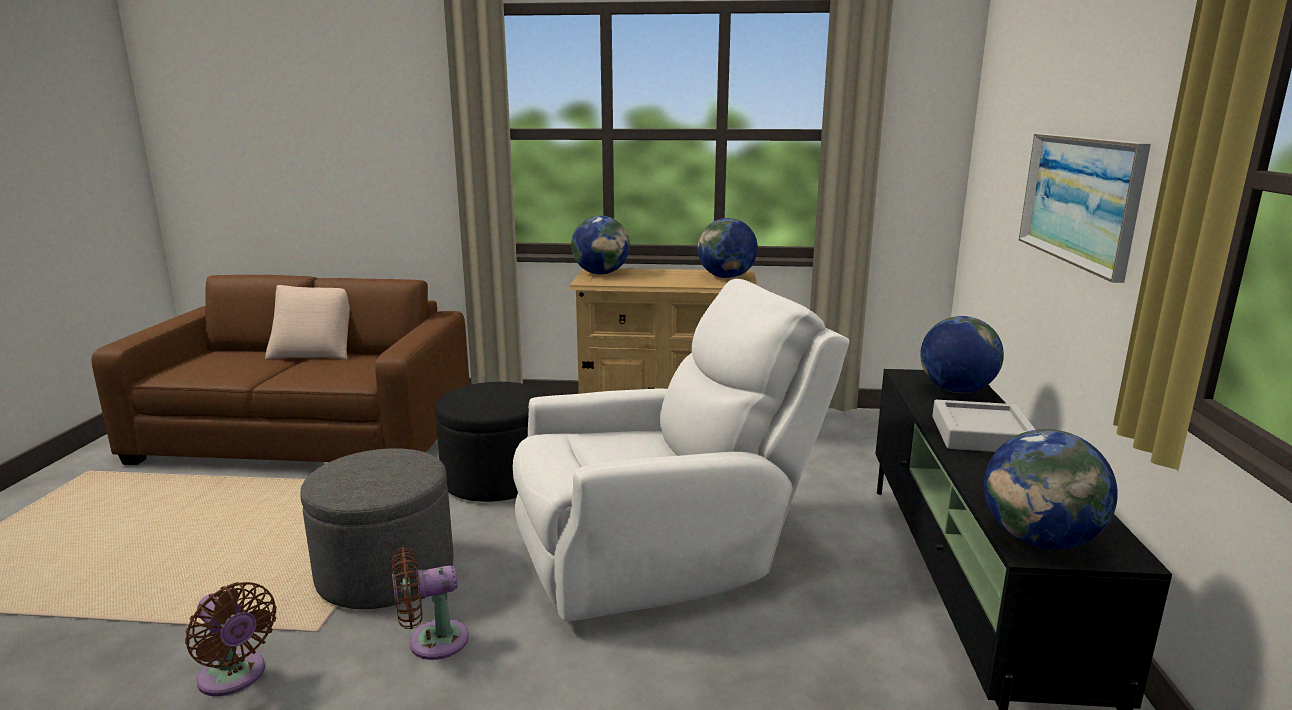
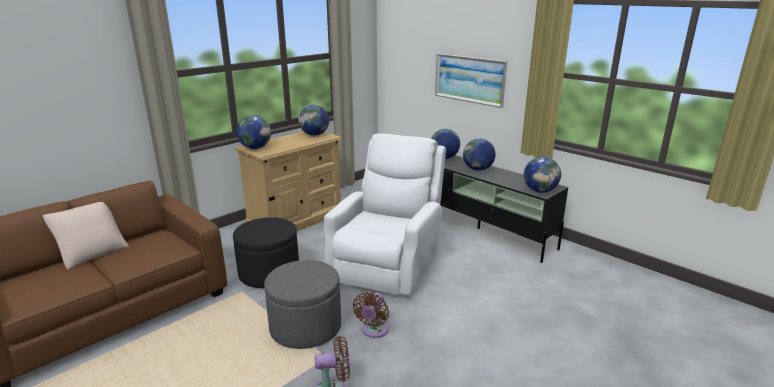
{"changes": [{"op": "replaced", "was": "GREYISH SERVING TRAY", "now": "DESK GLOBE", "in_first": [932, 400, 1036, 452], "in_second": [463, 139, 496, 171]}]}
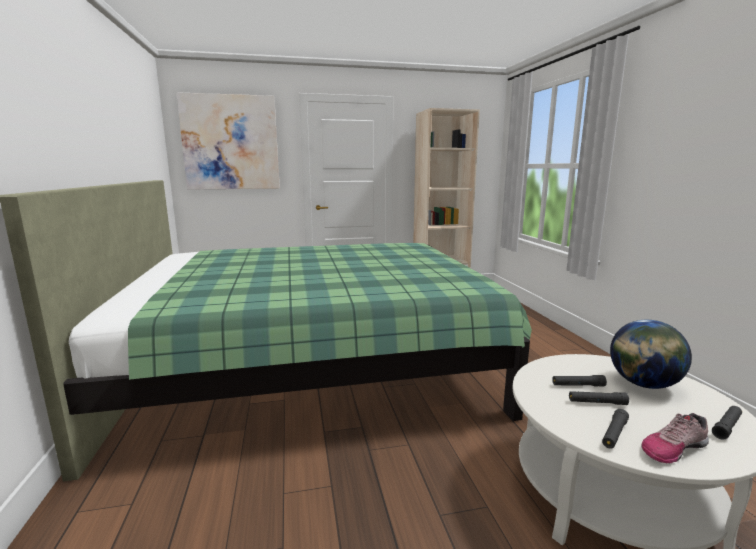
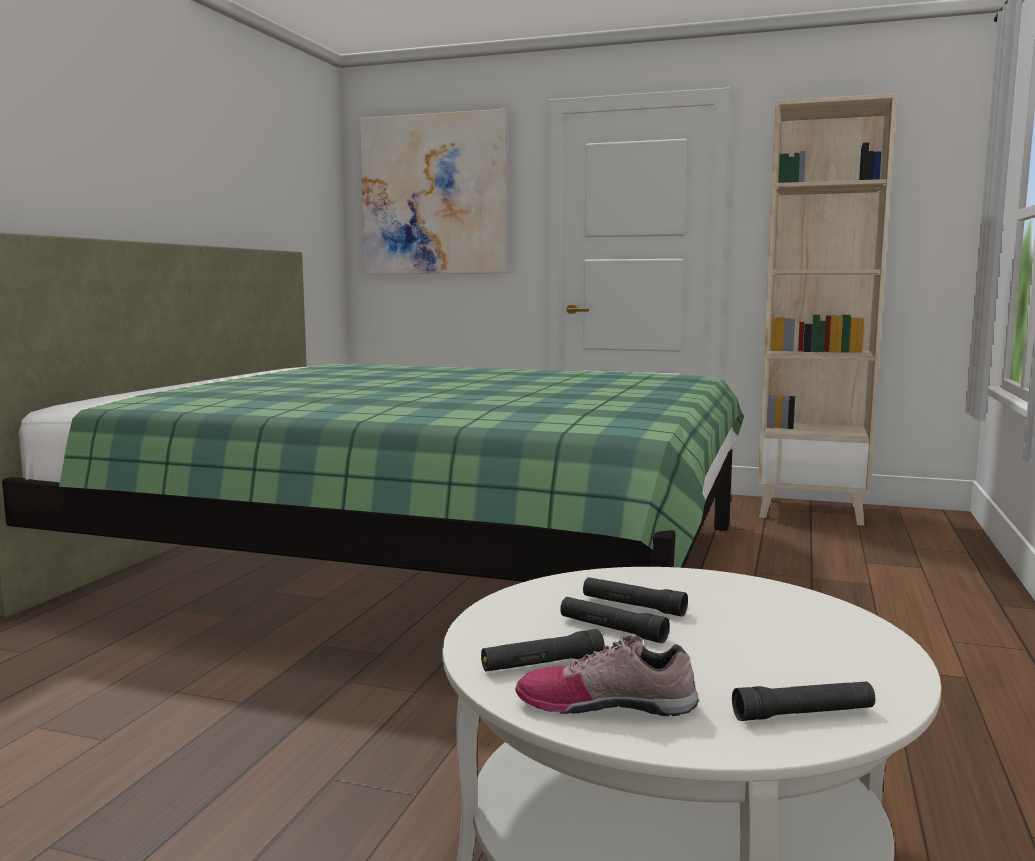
{"changes": [{"op": "removed", "was": "DESK GLOBE", "in_first": [610, 320, 692, 389]}]}
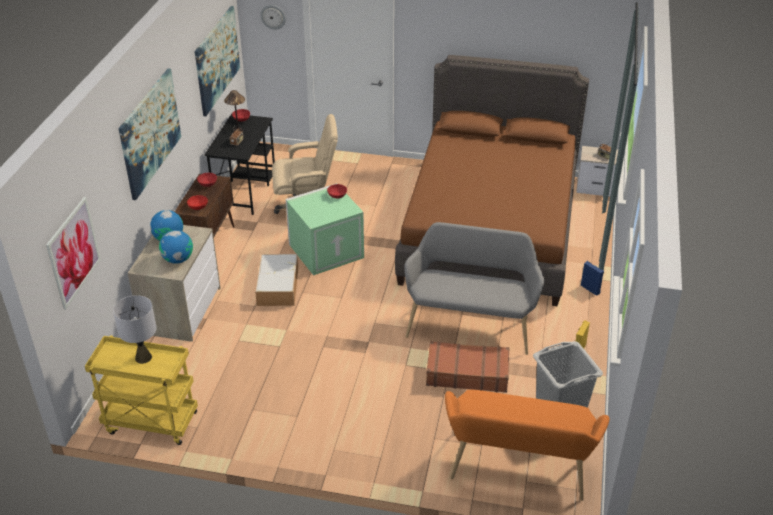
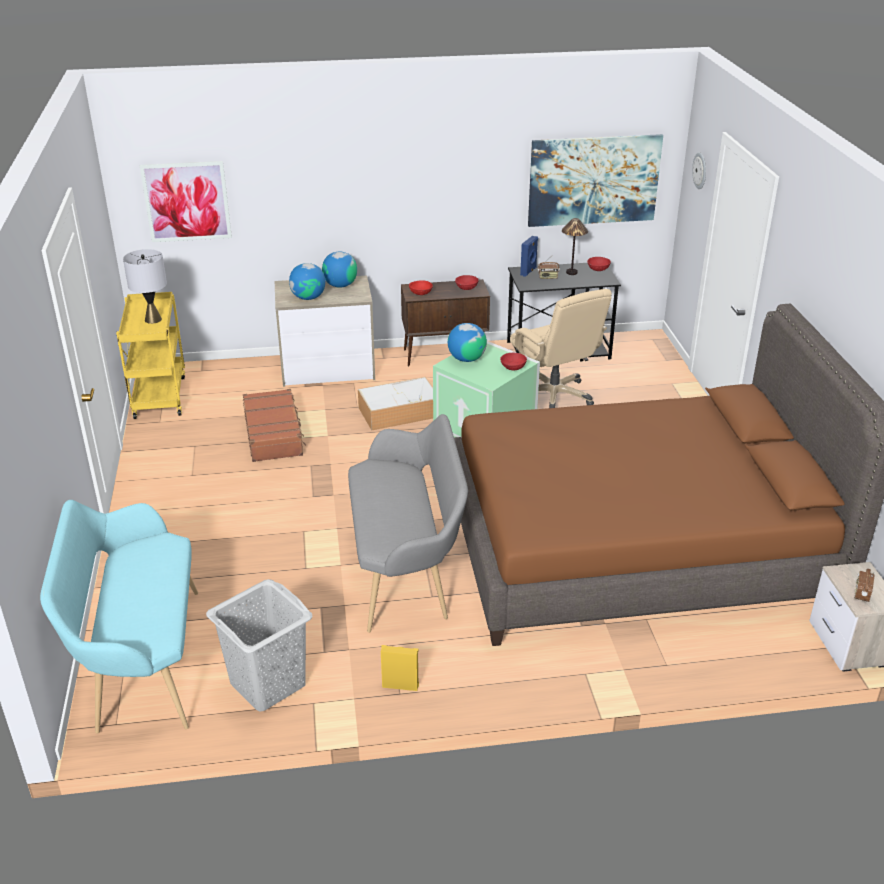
{"changes": [{"op": "removed", "was": "PICTURE", "in_first": [118, 69, 181, 200]}, {"op": "moved", "was": "BROWN SUITCASE", "in_first": [426, 341, 510, 393], "in_second": [243, 389, 306, 462]}, {"op": "recoloured", "was": "ORANGE LONG SEAT", "now": "BLUE-GREEN LONG SEAT", "in_first": [445, 390, 610, 501], "in_second": [40, 500, 198, 734]}, {"op": "moved", "was": "BLUE LOUDSPEAKER", "in_first": [581, 261, 604, 296], "in_second": [520, 236, 538, 277]}, {"op": "added", "now": "DESK GLOBE", "in_second": [448, 323, 487, 362]}]}
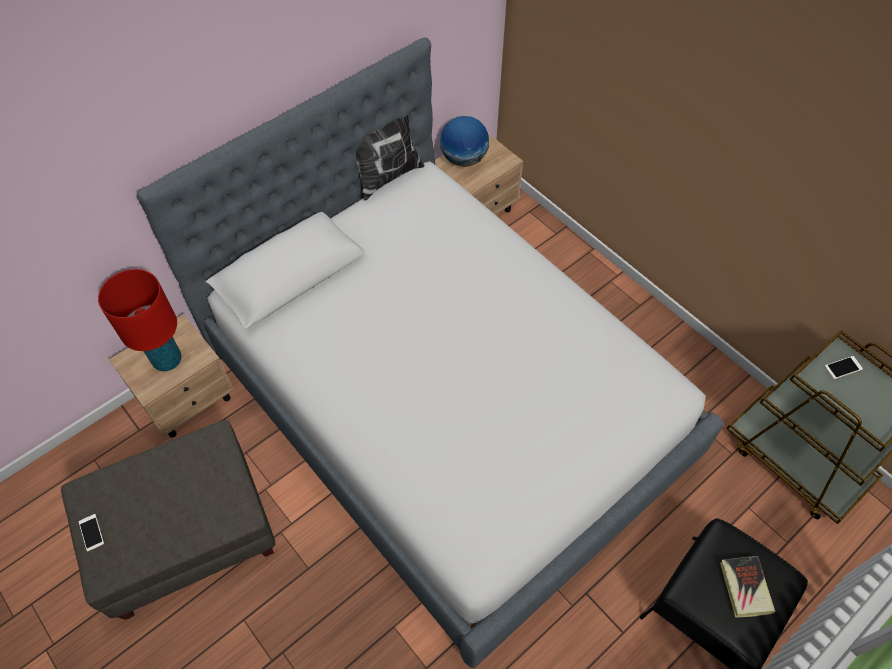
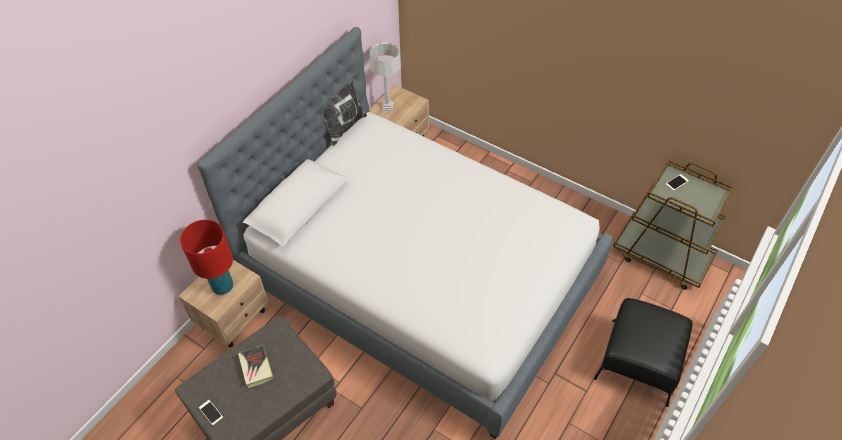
{"changes": [{"op": "replaced", "was": "DESK GLOBE", "now": "GREYISH LAMP FOR A TABLE", "in_first": [440, 116, 489, 167], "in_second": [369, 43, 401, 112]}, {"op": "moved", "was": "VOLUME", "in_first": [720, 556, 775, 618], "in_second": [238, 345, 274, 388]}]}
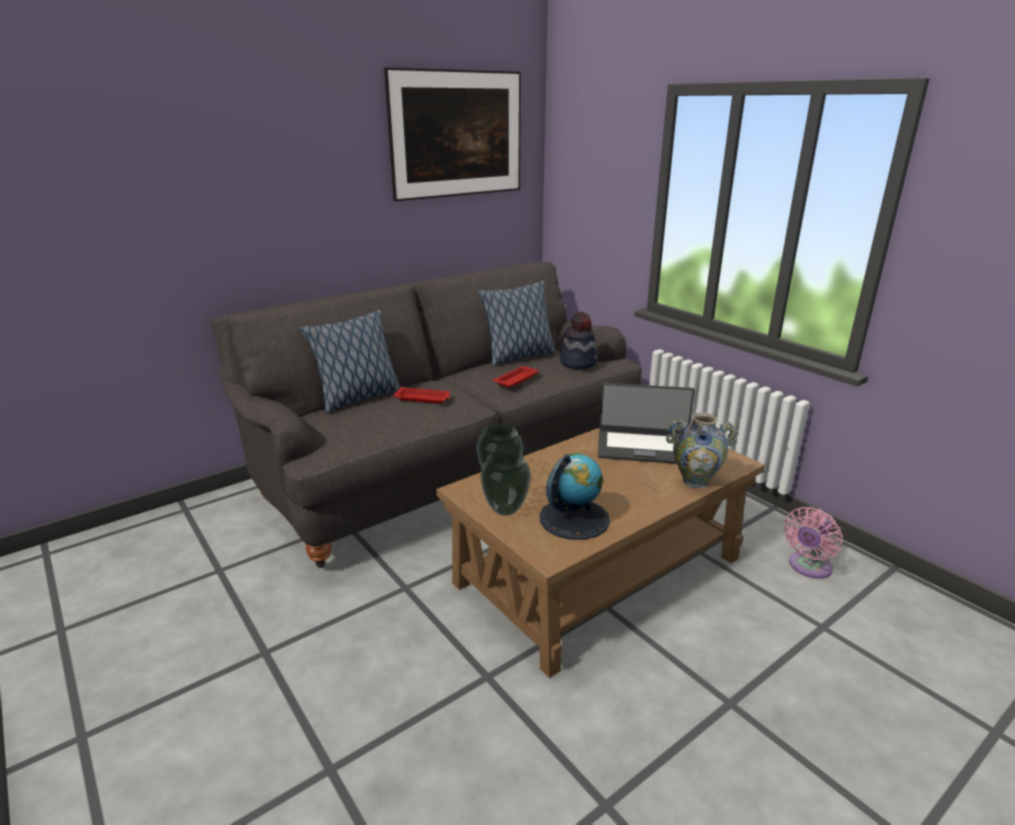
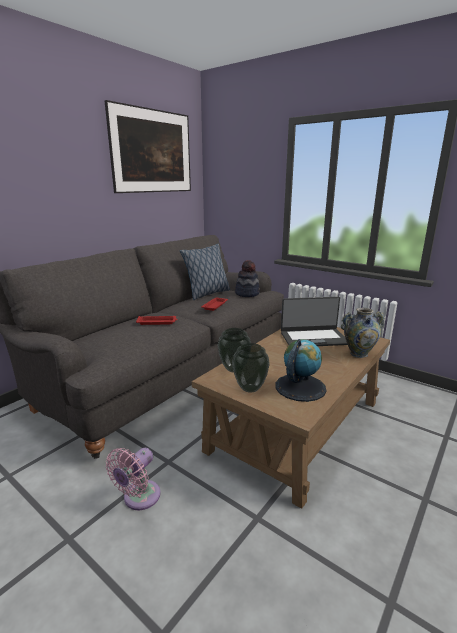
{"changes": [{"op": "removed", "was": "PILLOW", "in_first": [300, 310, 400, 414]}, {"op": "moved", "was": "PINKISH ELECTRIC FAN", "in_first": [784, 507, 843, 579], "in_second": [106, 448, 161, 510]}]}
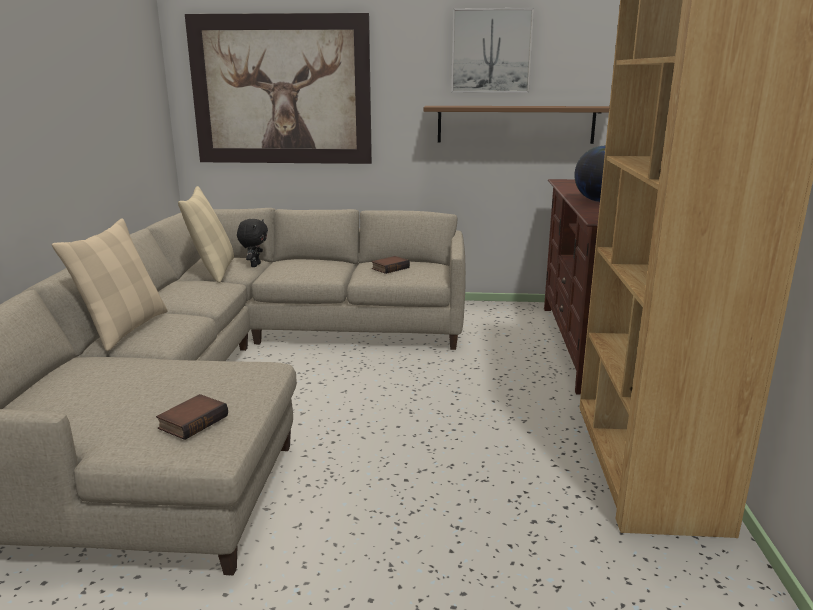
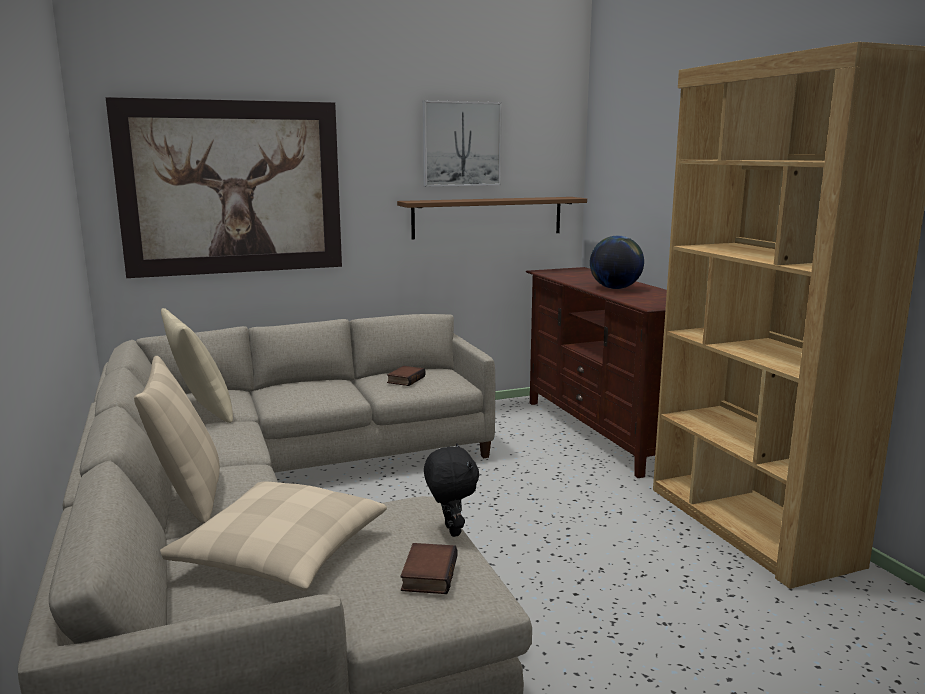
{"changes": [{"op": "moved", "was": "BLACKISH SOFT TOY", "in_first": [237, 219, 268, 267], "in_second": [424, 443, 479, 537]}, {"op": "added", "now": "SAND-COLOURED PILLOW", "in_second": [160, 481, 387, 591]}]}
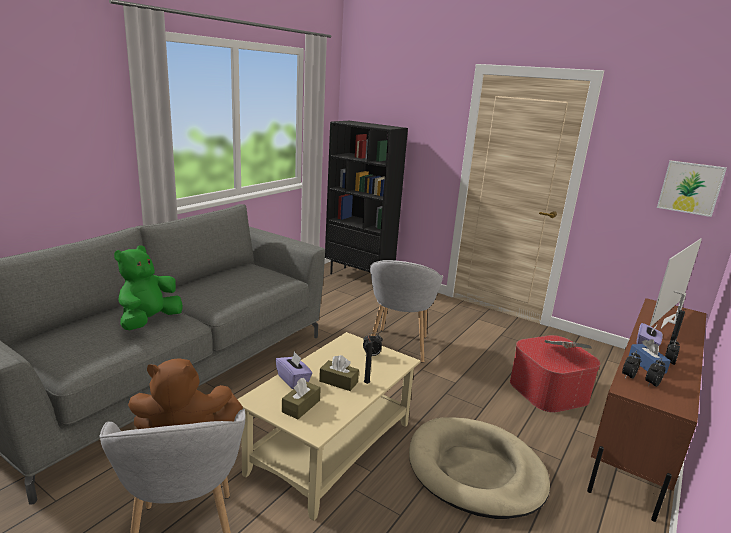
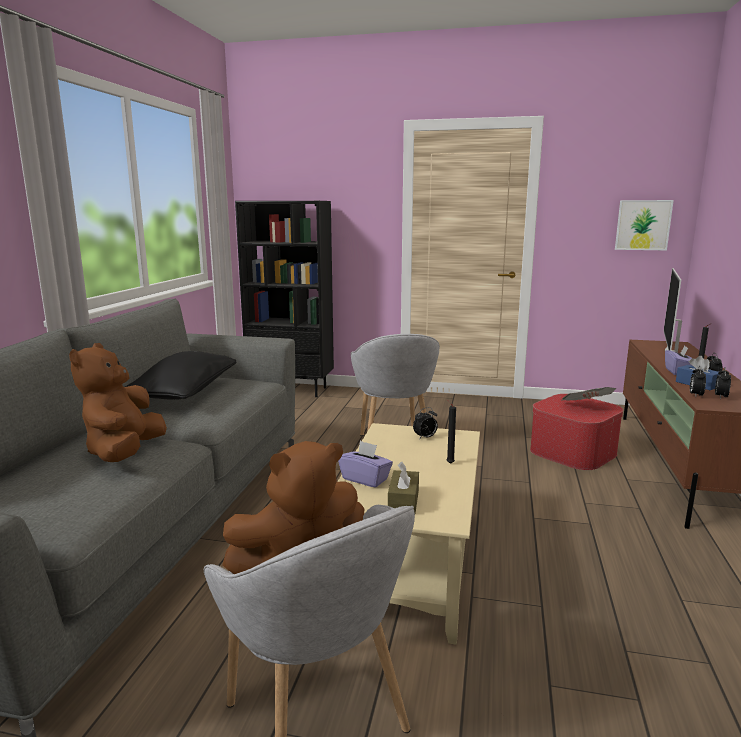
{"changes": [{"op": "recoloured", "was": "GREENISH SOFT TOY", "now": "BROWN SOFT TOY", "in_first": [114, 246, 183, 330], "in_second": [69, 343, 167, 462]}, {"op": "removed", "was": "BROWN TISSUE HOLDER", "in_first": [319, 355, 359, 391]}, {"op": "removed", "was": "SAND-COLOURED PET BED", "in_first": [409, 417, 550, 519]}, {"op": "added", "now": "BLACKISH PILLOW", "in_second": [125, 351, 236, 400]}]}
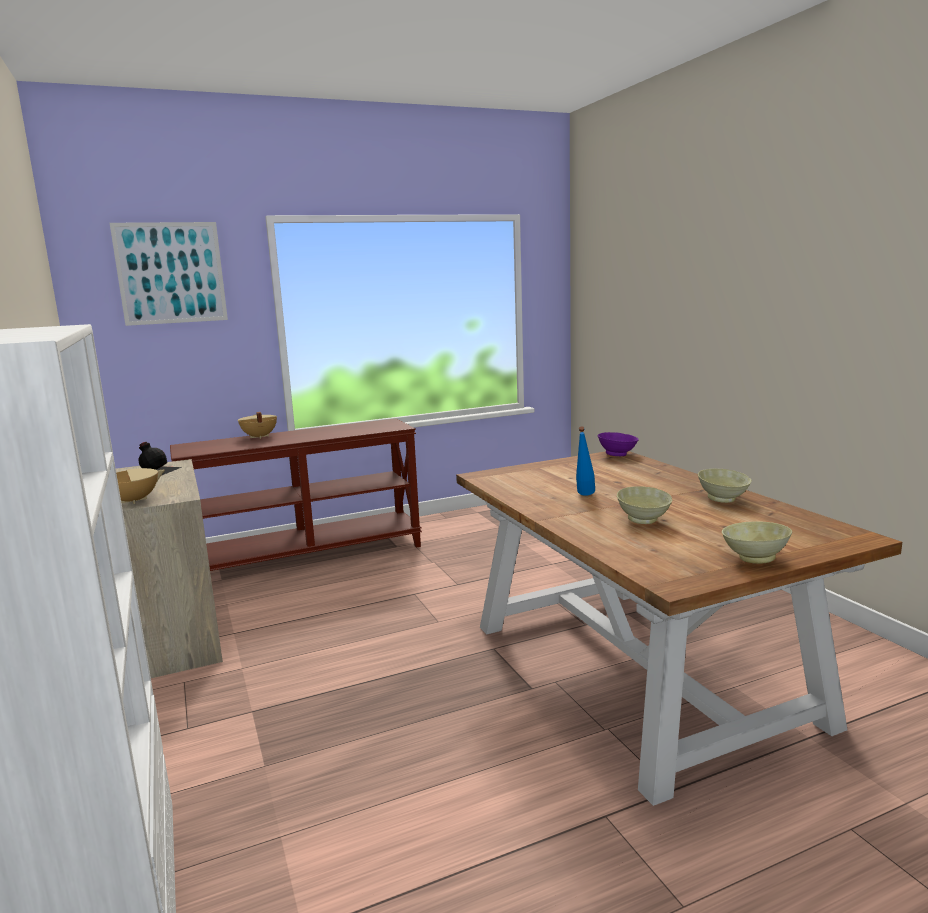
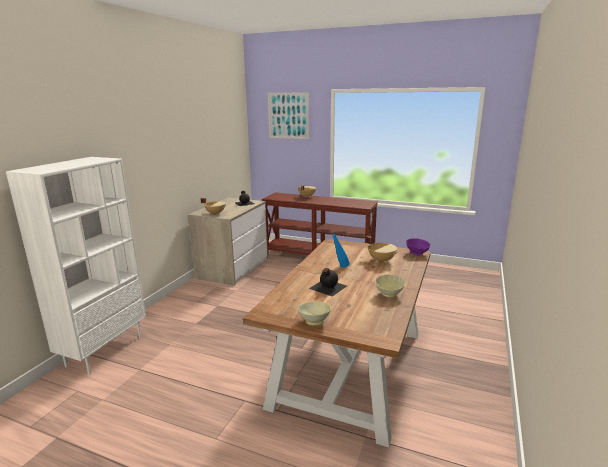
{"changes": [{"op": "replaced", "was": "SAND-COLOURED SERVING BOWL", "now": "BLACKISH BEVERAGE BOTTLE", "in_first": [617, 486, 672, 524], "in_second": [309, 268, 347, 296]}, {"op": "added", "now": "SAND-COLOURED SAUCEPOT", "in_second": [365, 236, 398, 263]}]}
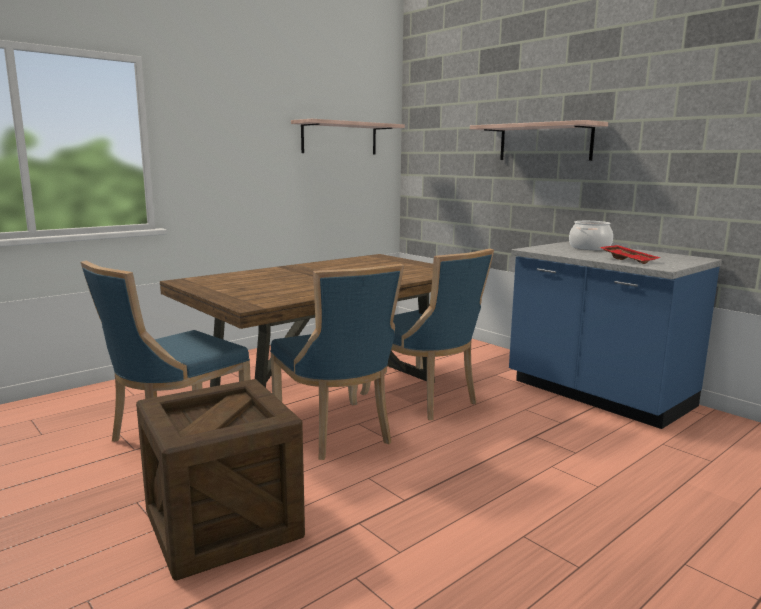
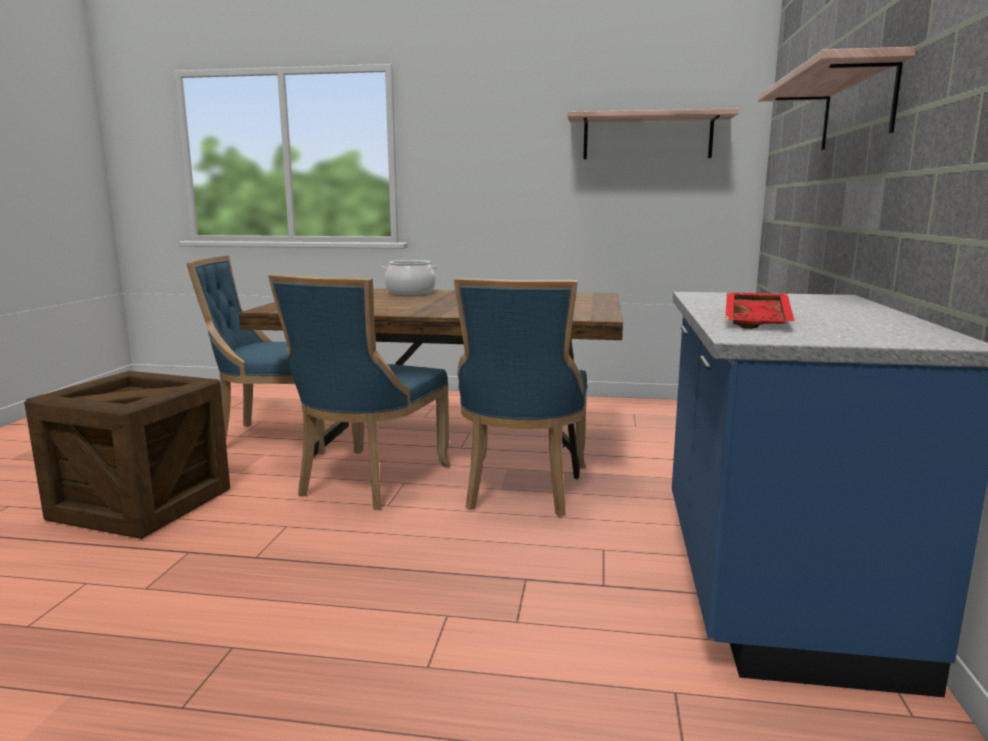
{"changes": [{"op": "moved", "was": "SAUCEPOT", "in_first": [569, 221, 613, 250], "in_second": [382, 260, 437, 296]}]}
